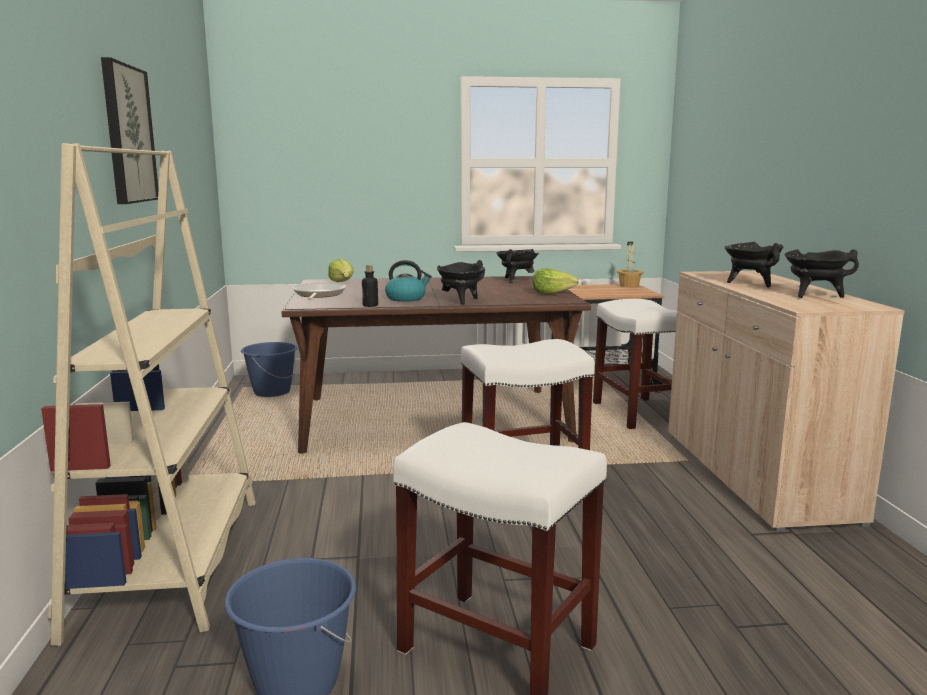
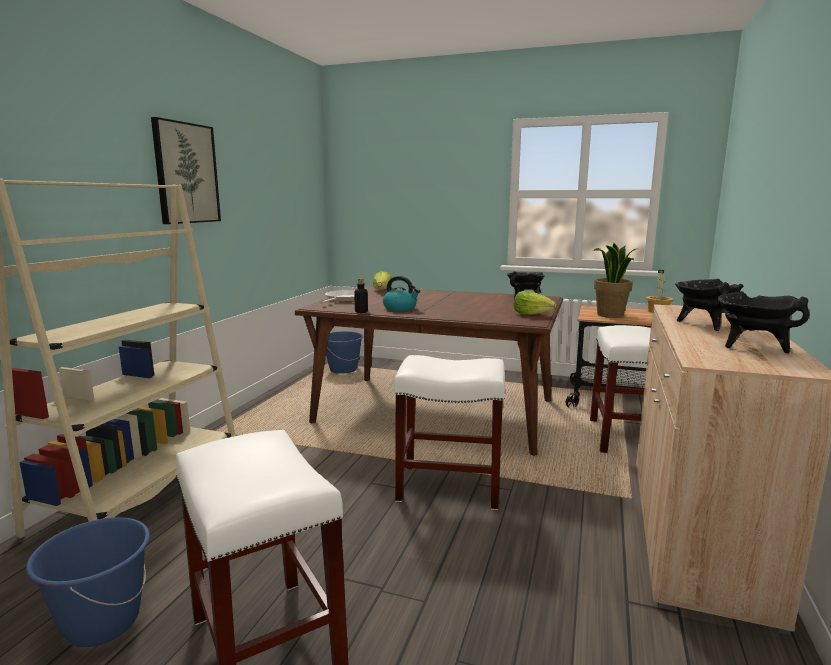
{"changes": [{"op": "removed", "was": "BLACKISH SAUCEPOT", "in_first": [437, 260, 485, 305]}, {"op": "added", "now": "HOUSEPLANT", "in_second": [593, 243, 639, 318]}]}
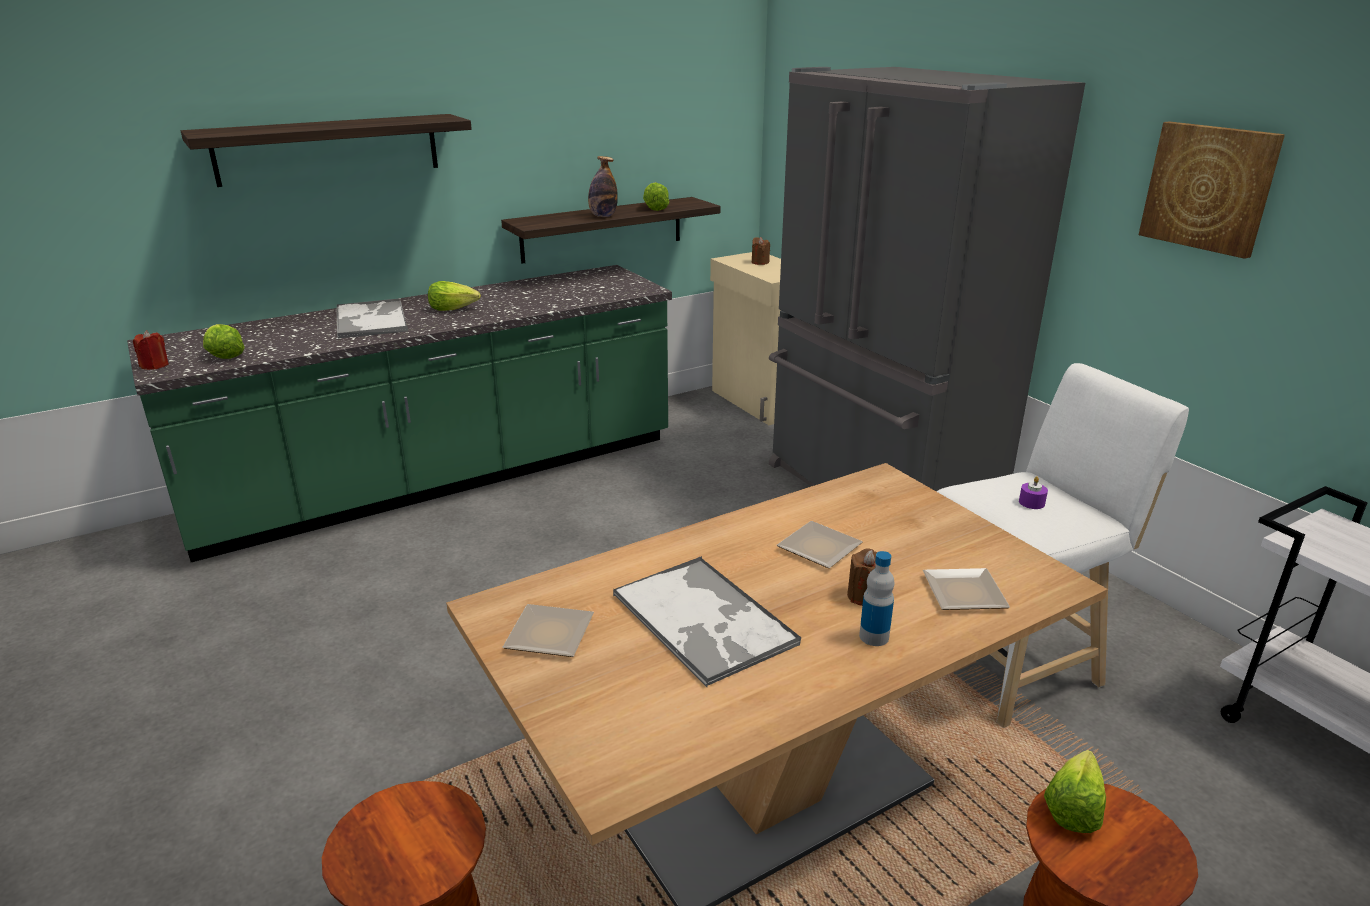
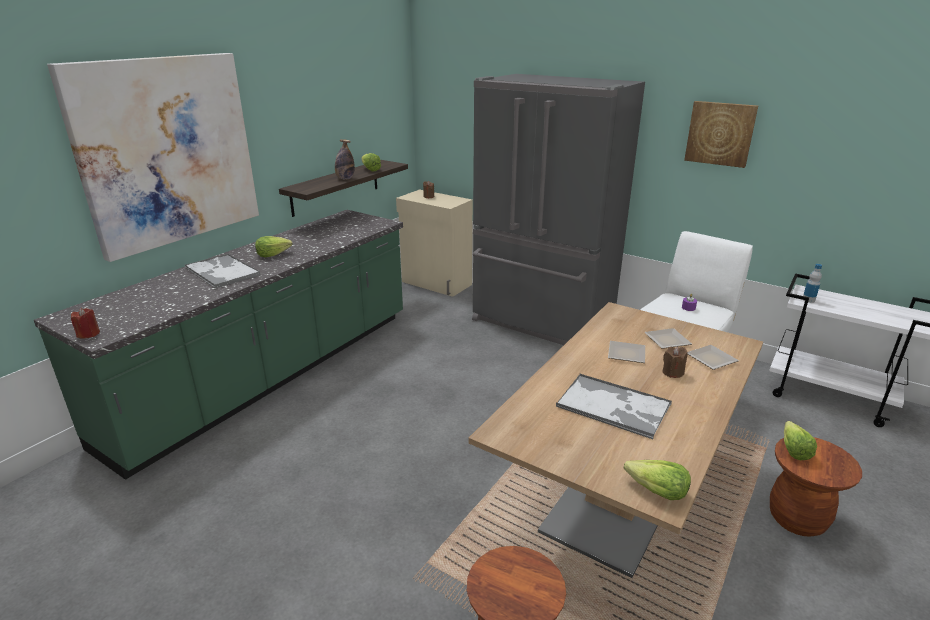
{"changes": [{"op": "replaced", "was": "BRACKET SHELF", "now": "PICTURE", "in_first": [181, 114, 472, 187], "in_second": [47, 53, 259, 262]}, {"op": "moved", "was": "LETTUCE HEAD", "in_first": [203, 324, 245, 359], "in_second": [624, 460, 691, 500]}, {"op": "moved", "was": "PLATE", "in_first": [503, 604, 594, 657], "in_second": [644, 328, 692, 349]}, {"op": "moved", "was": "BEVERAGE BOTTLE", "in_first": [859, 551, 895, 646], "in_second": [803, 264, 822, 303]}]}
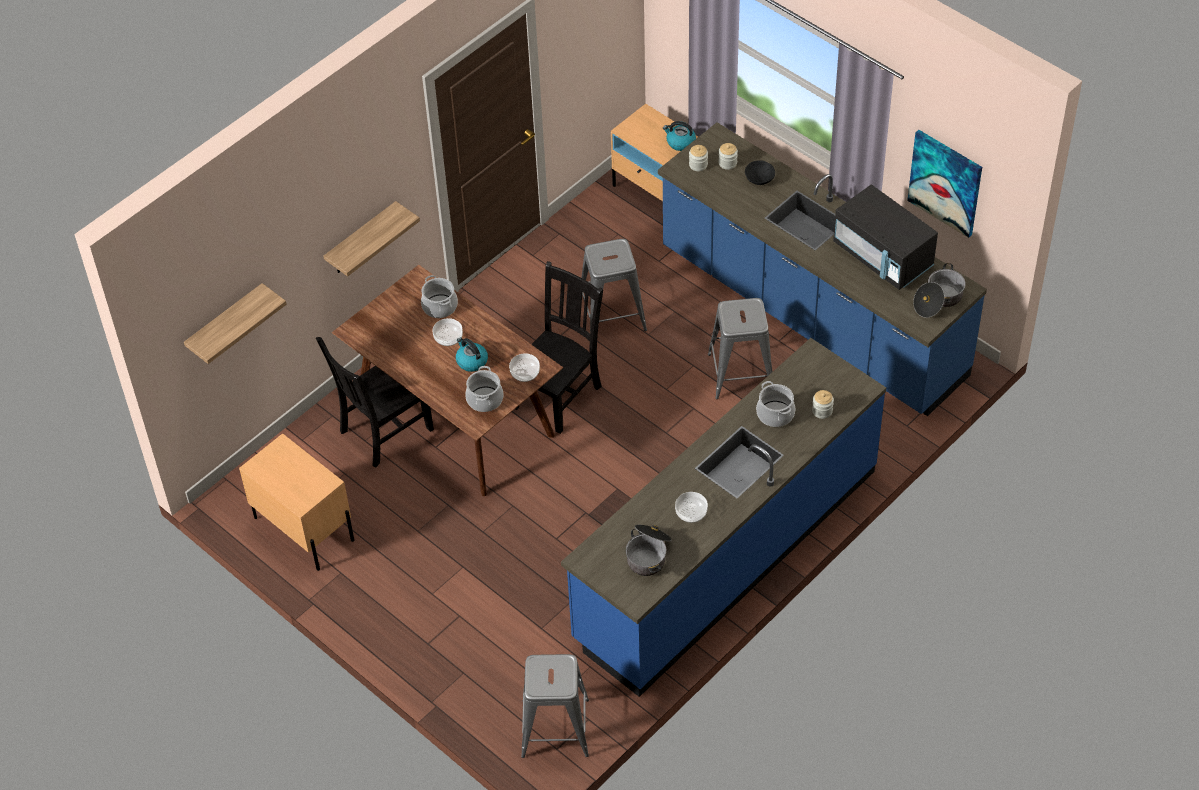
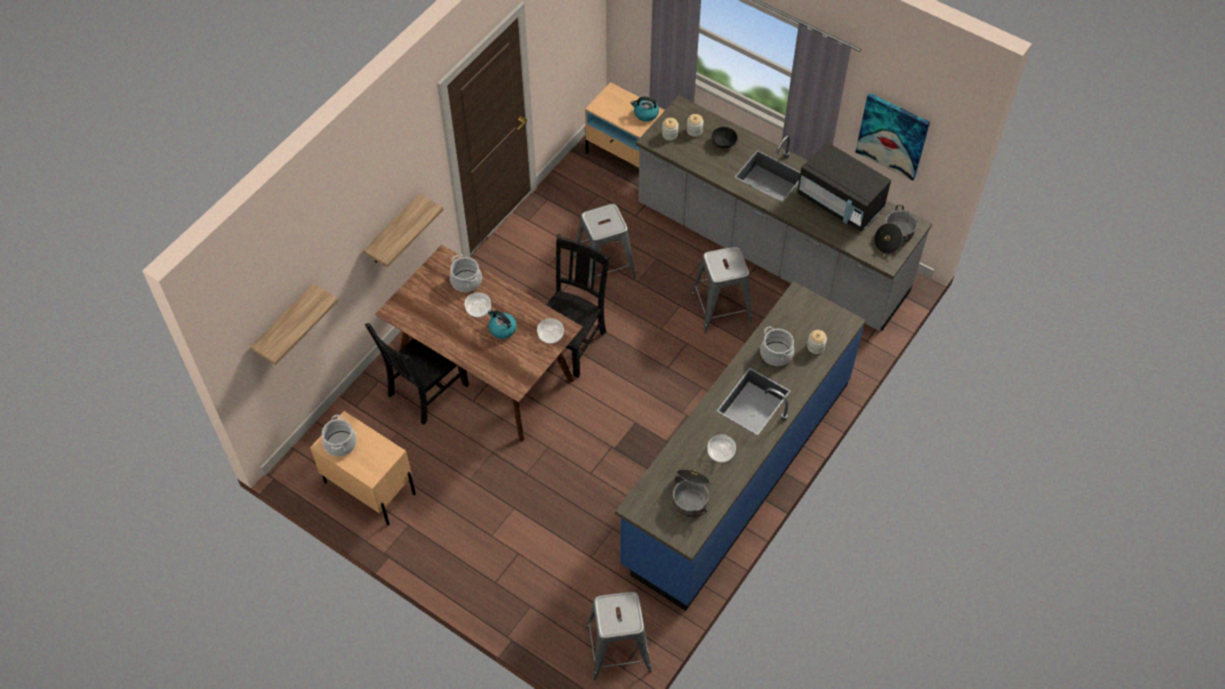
{"changes": [{"op": "moved", "was": "SAUCEPOT", "in_first": [465, 366, 503, 412], "in_second": [322, 415, 357, 457]}, {"op": "recoloured", "was": "BLUE KITCHEN COUNTER", "now": "GREYISH KITCHEN COUNTER", "in_first": [658, 122, 987, 416], "in_second": [636, 95, 932, 331]}]}
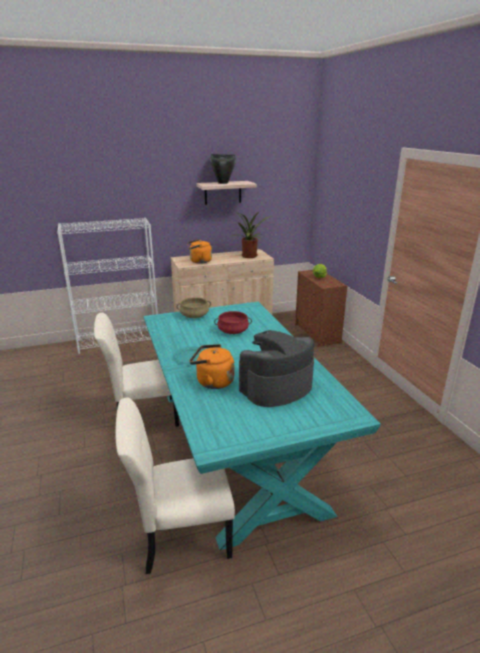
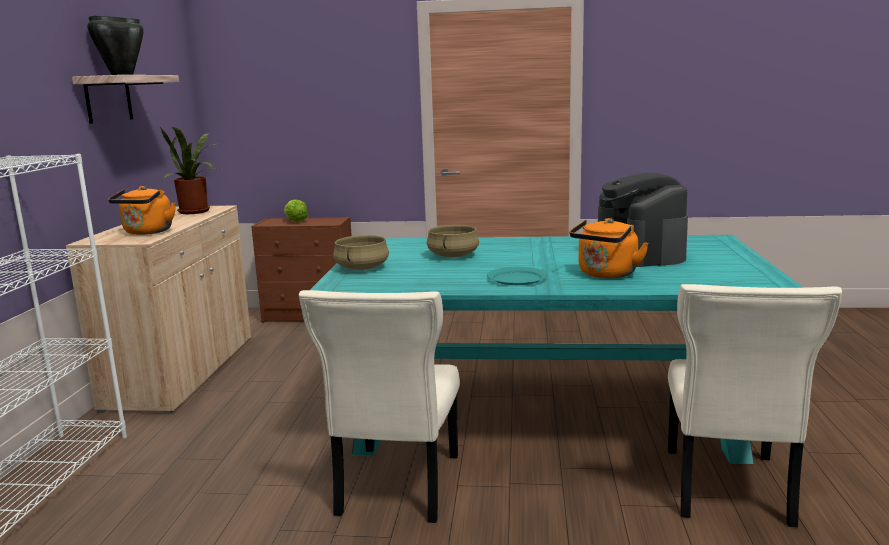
{"changes": [{"op": "recoloured", "was": "RED-COLOURED SAUCEPOT", "now": "SAND-COLOURED SAUCEPOT", "in_first": [214, 311, 252, 334], "in_second": [427, 225, 479, 257]}]}
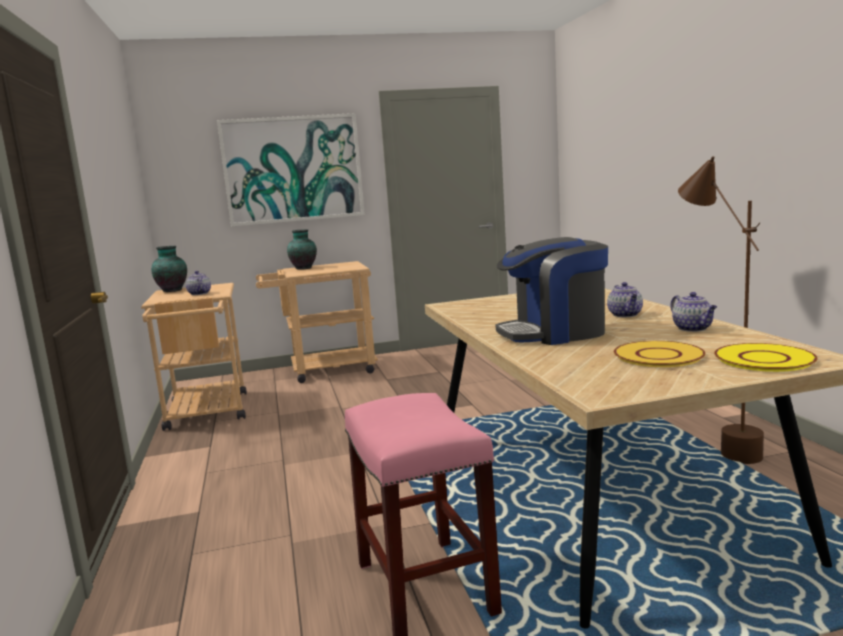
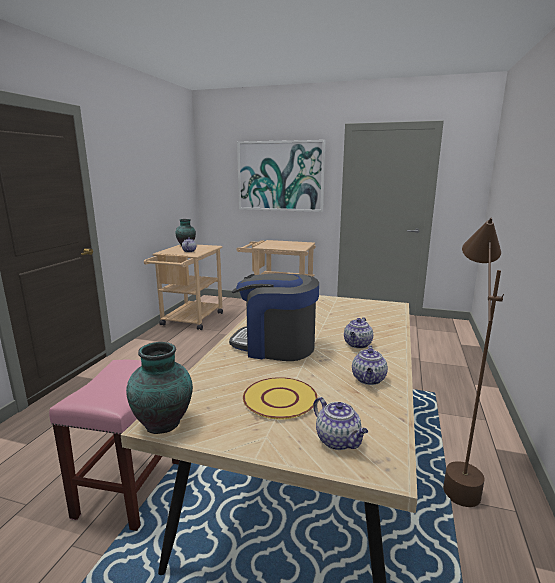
{"changes": [{"op": "moved", "was": "DECORATIVE VASE", "in_first": [287, 229, 317, 270], "in_second": [126, 342, 193, 434]}, {"op": "replaced", "was": "YELLOW-COLOURED PLATE", "now": "TEAPOT", "in_first": [714, 343, 818, 372], "in_second": [313, 397, 368, 450]}]}
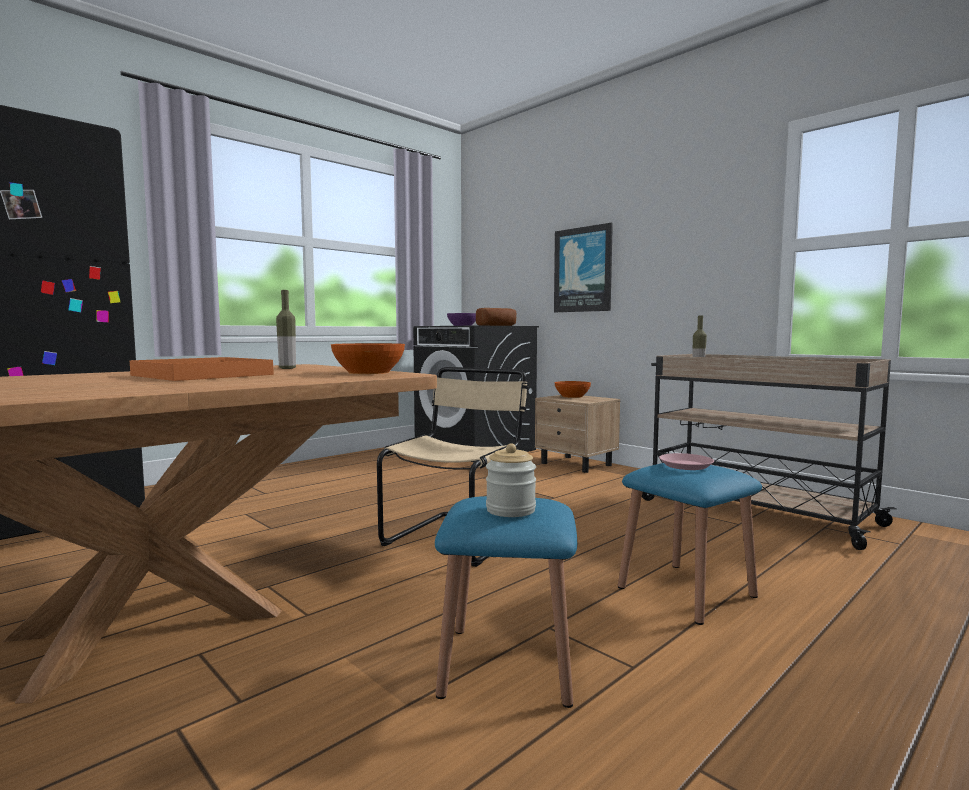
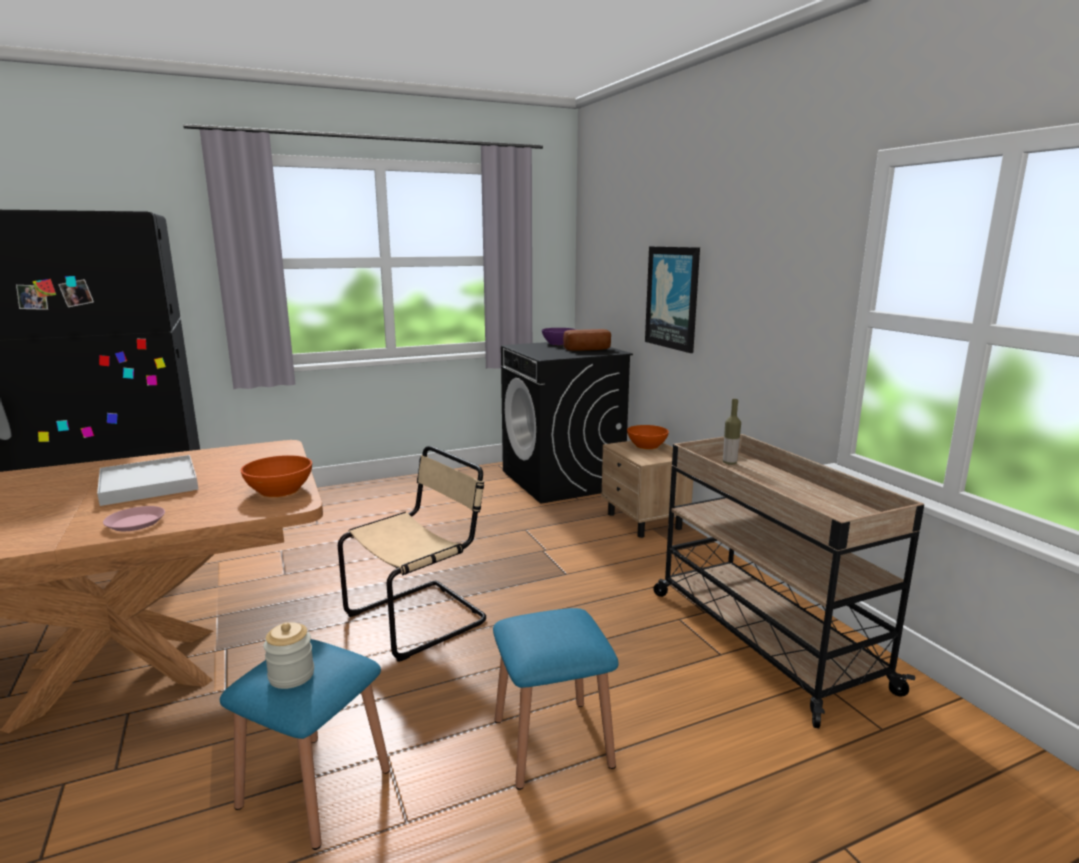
{"changes": [{"op": "recoloured", "was": "ORANGE SERVING TRAY", "now": "WHITE-COLOURED SERVING TRAY", "in_first": [130, 357, 274, 381], "in_second": [97, 455, 198, 506]}, {"op": "removed", "was": "BEVERAGE BOTTLE", "in_first": [276, 290, 296, 369]}, {"op": "moved", "was": "PINKISH PLATE", "in_first": [659, 453, 714, 470], "in_second": [103, 506, 165, 531]}]}
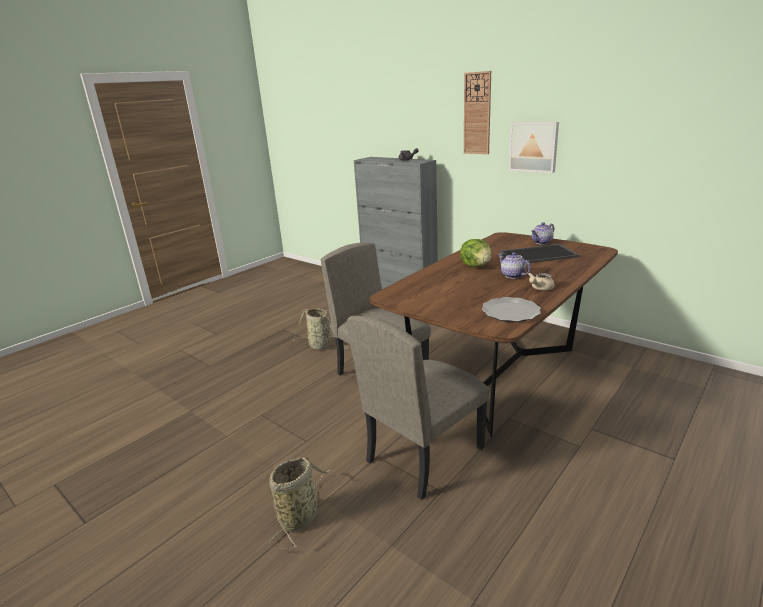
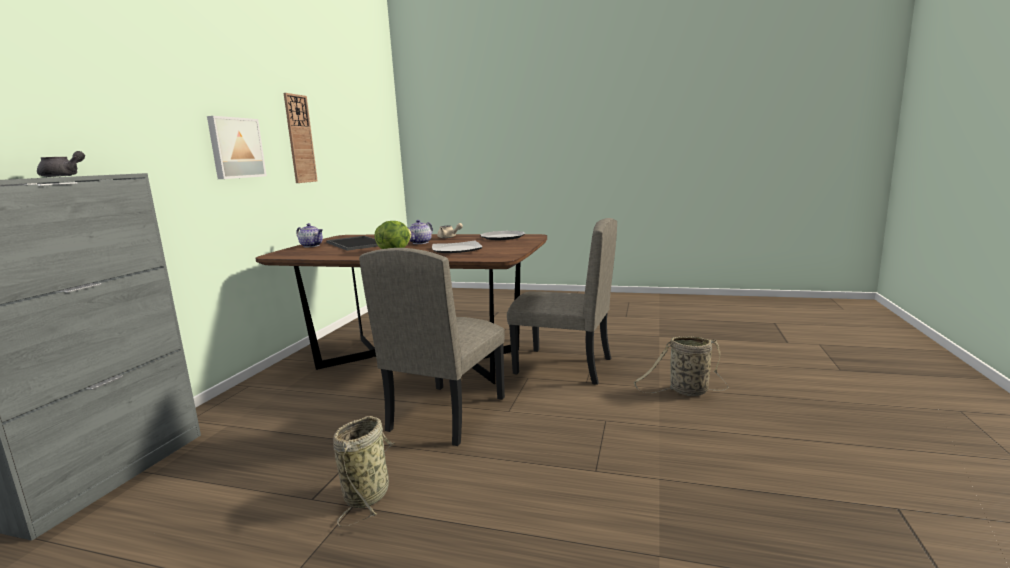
{"changes": [{"op": "moved", "was": "WALL CLOCK", "in_first": [464, 71, 491, 154], "in_second": [284, 93, 318, 183]}, {"op": "added", "now": "PLATE", "in_second": [432, 241, 482, 253]}]}
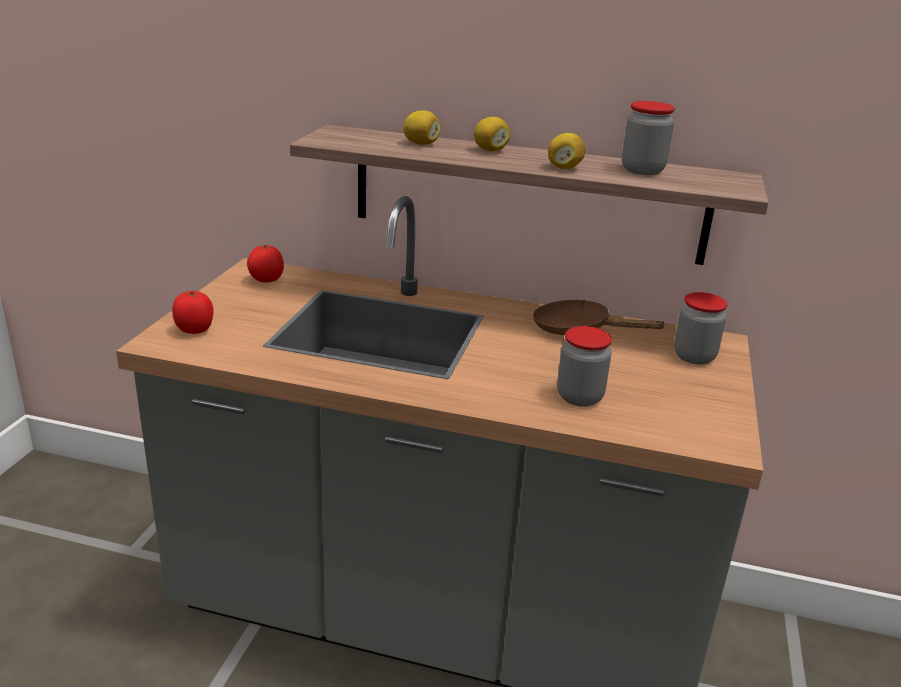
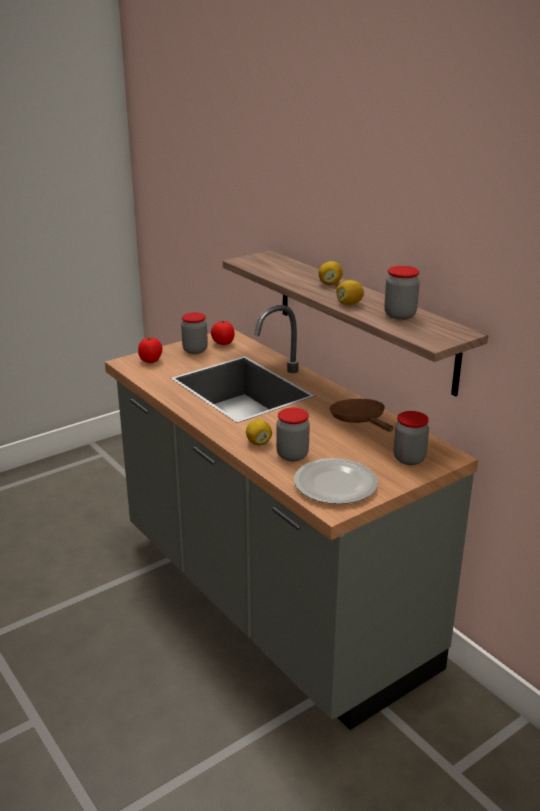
{"changes": [{"op": "moved", "was": "WHOLE LEMON", "in_first": [403, 110, 441, 145], "in_second": [246, 419, 272, 445]}, {"op": "added", "now": "STORAGE JAR", "in_second": [181, 312, 208, 354]}, {"op": "added", "now": "PLATE", "in_second": [294, 458, 378, 504]}]}
